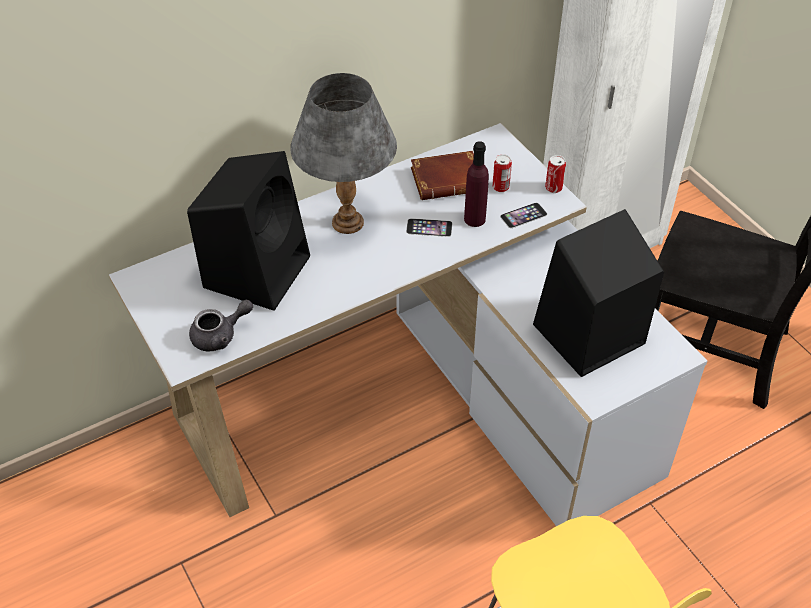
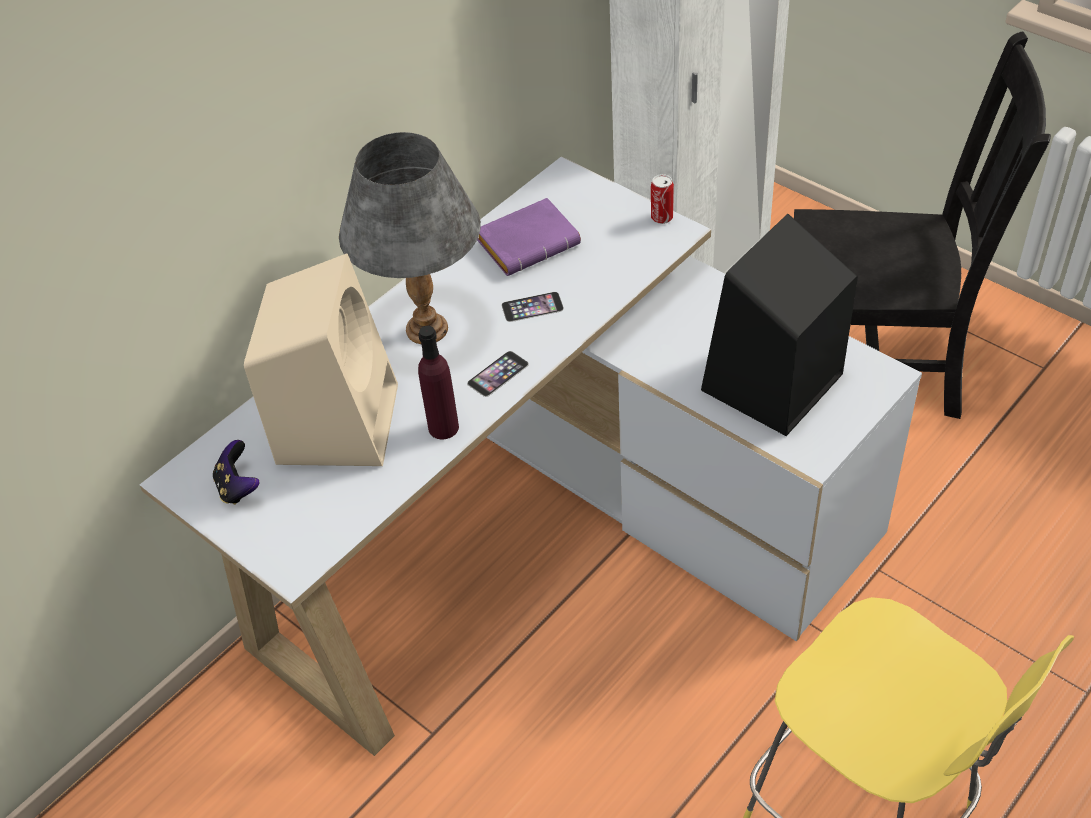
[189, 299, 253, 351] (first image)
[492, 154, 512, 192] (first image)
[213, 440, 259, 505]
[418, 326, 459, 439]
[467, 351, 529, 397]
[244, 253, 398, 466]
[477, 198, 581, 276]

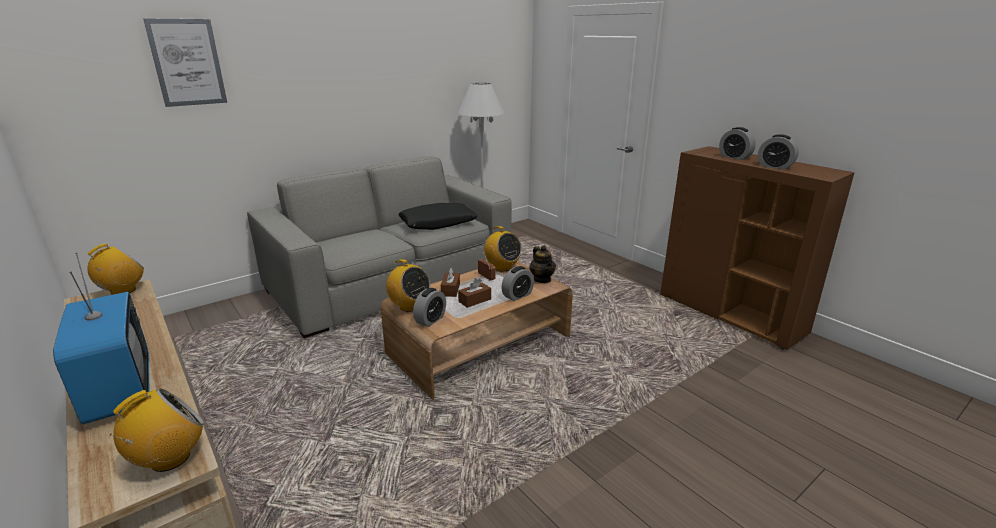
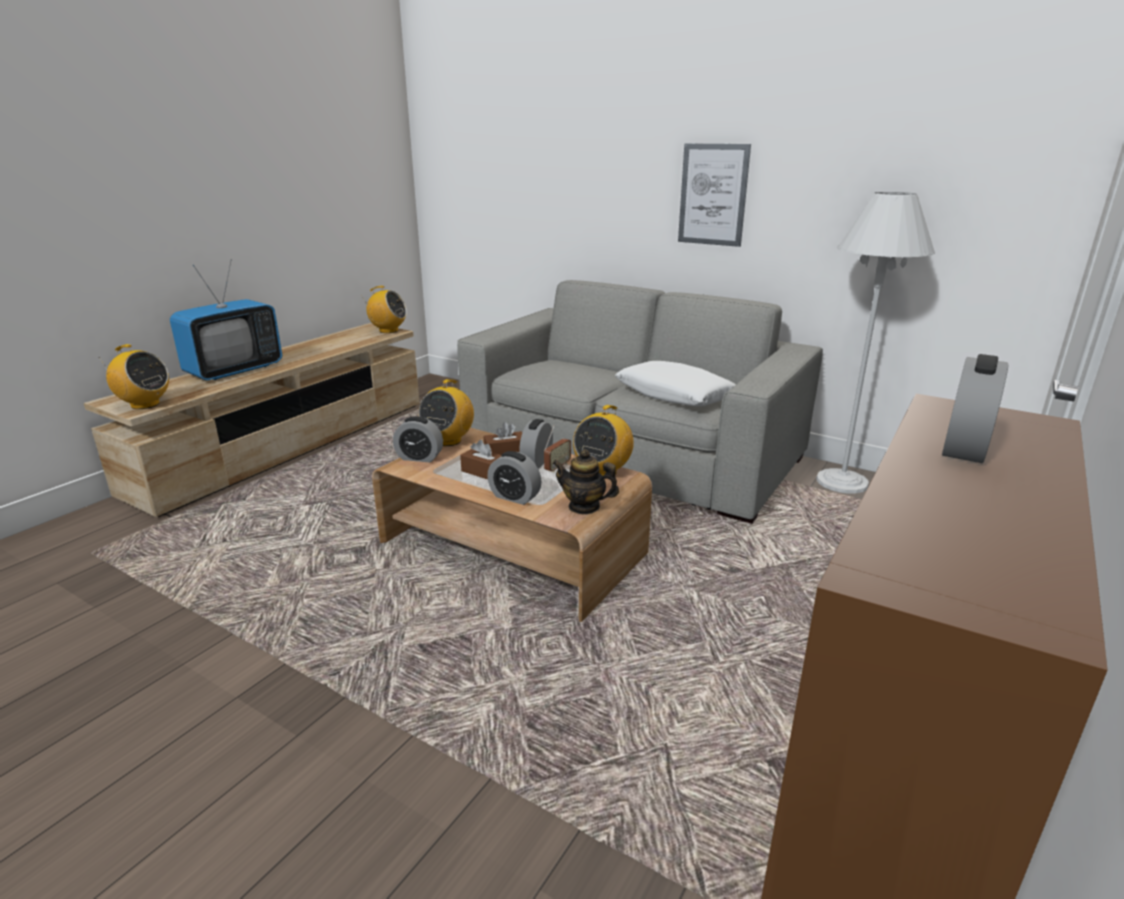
[678, 144, 751, 247]
[519, 419, 553, 469]
[615, 361, 736, 406]
[552, 449, 619, 515]

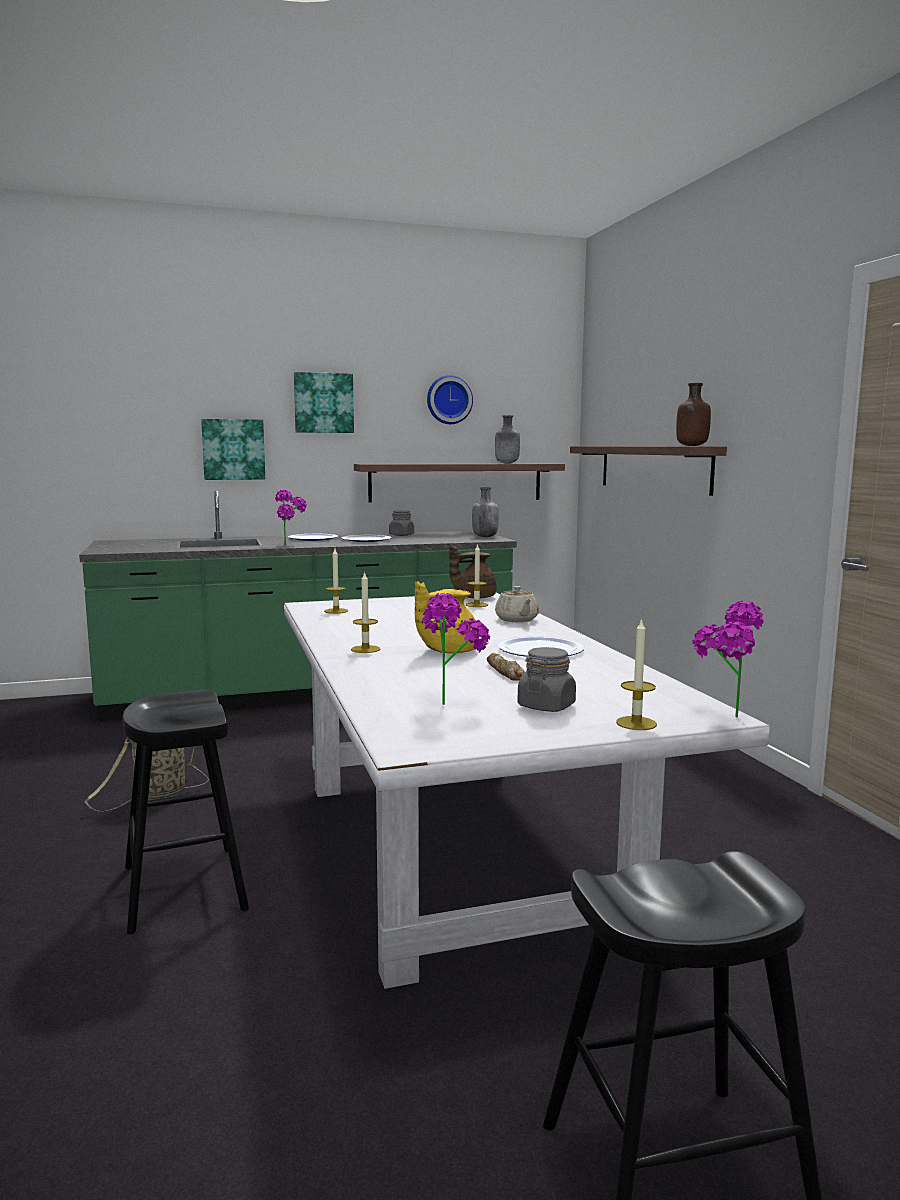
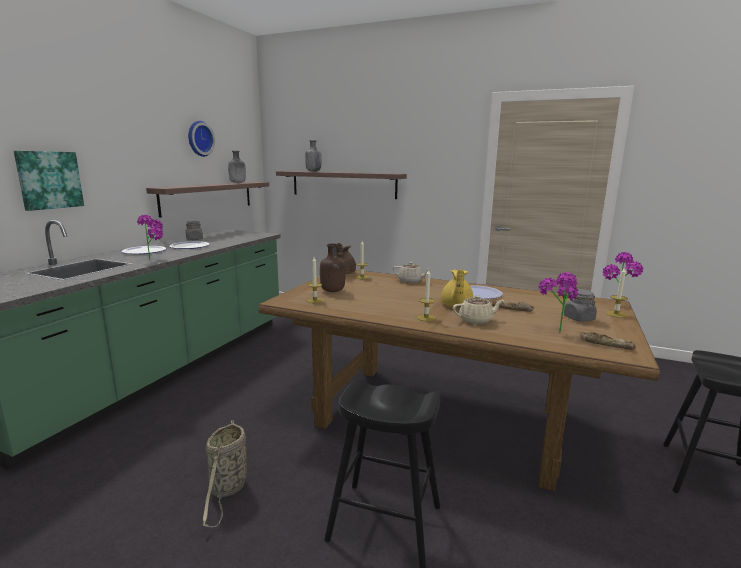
[294, 372, 354, 433] (first image)
[453, 295, 504, 324]
[580, 332, 636, 350]
[305, 140, 321, 172]
[320, 244, 345, 292]
[258, 270, 660, 491]

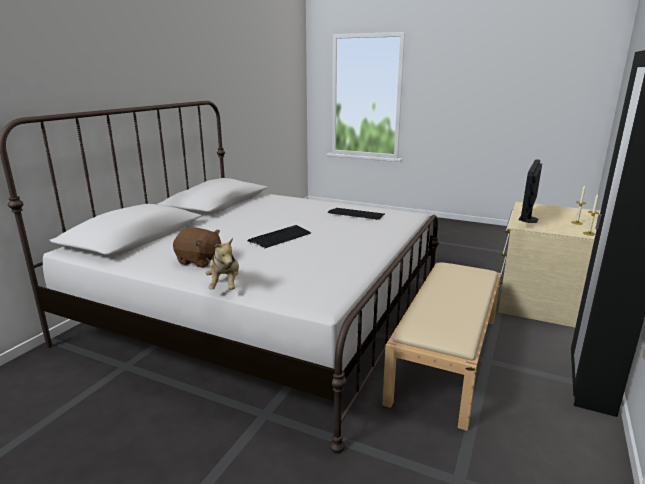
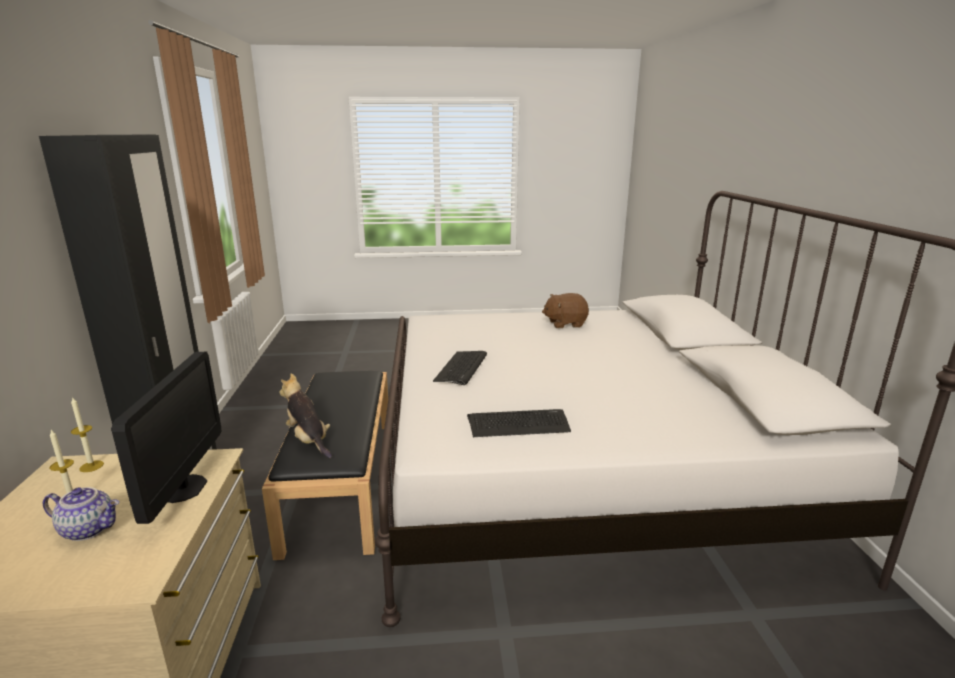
[43, 487, 119, 541]
[279, 373, 332, 458]
[433, 351, 487, 385]
[262, 371, 388, 560]

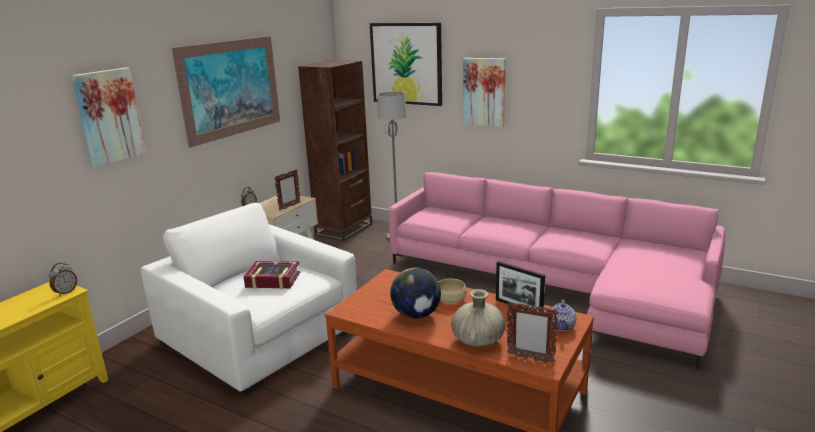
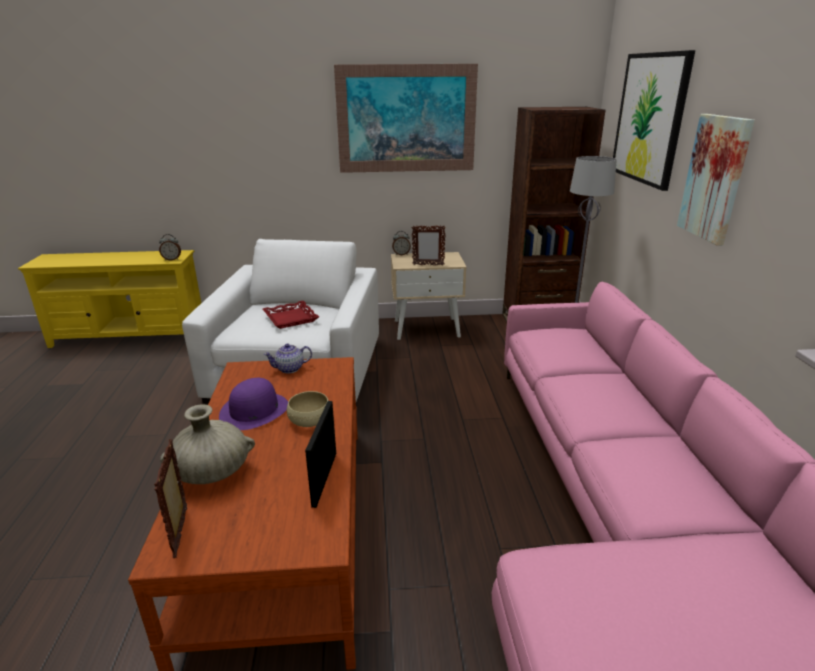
[71, 68, 146, 167] (first image)
[264, 344, 312, 373]
[263, 301, 319, 329]
[219, 378, 288, 430]

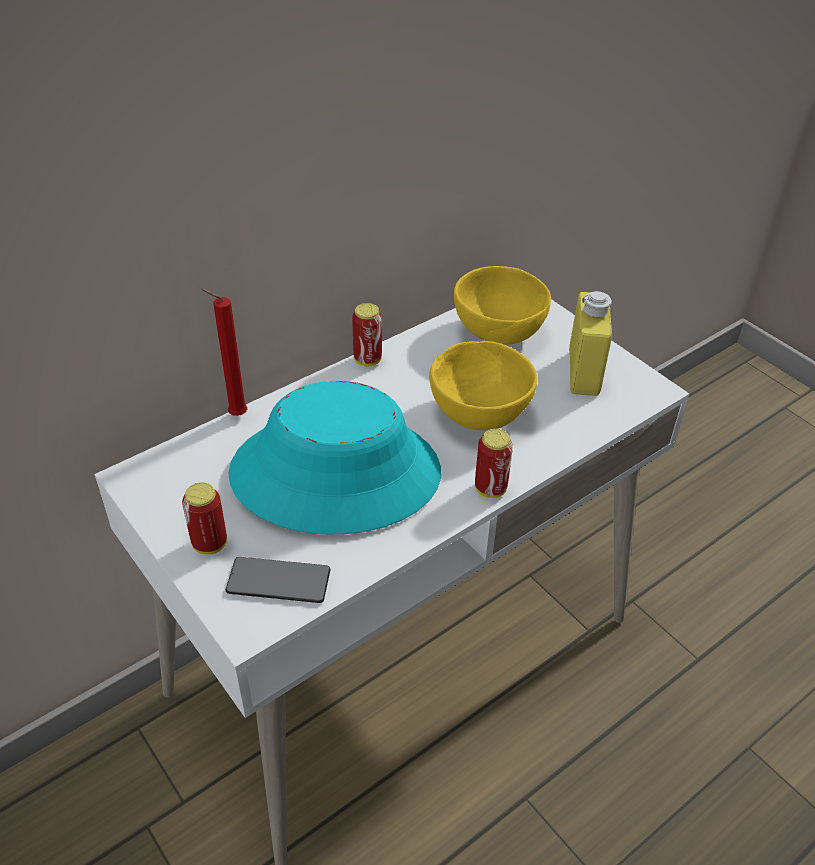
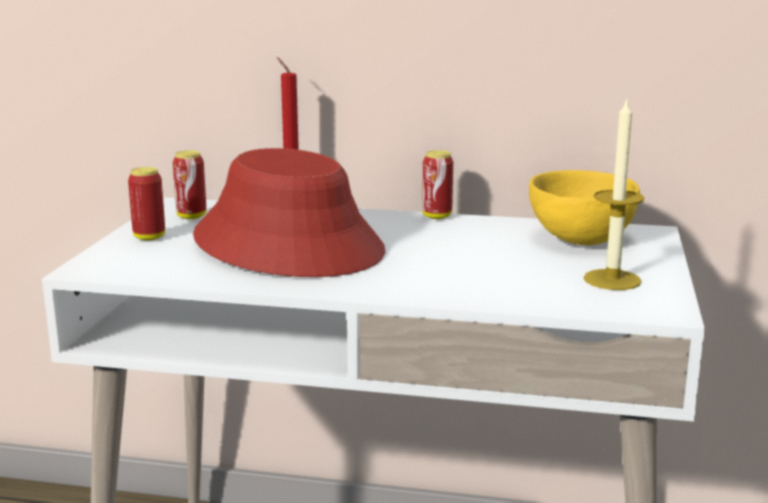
[226, 557, 330, 603] (first image)
[429, 341, 537, 430] (first image)
[173, 151, 206, 219]
[584, 100, 645, 290]
[193, 148, 386, 277]

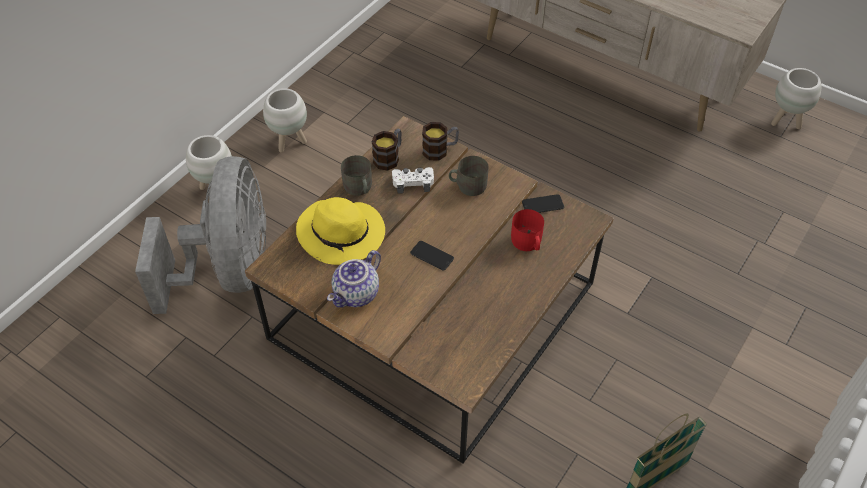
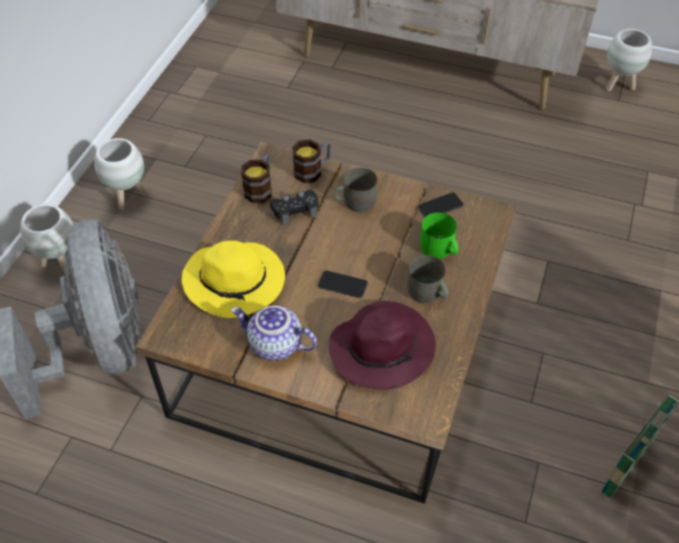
[329, 301, 436, 389]
[407, 255, 448, 303]
[270, 190, 318, 225]
[420, 213, 458, 259]
[231, 306, 317, 361]

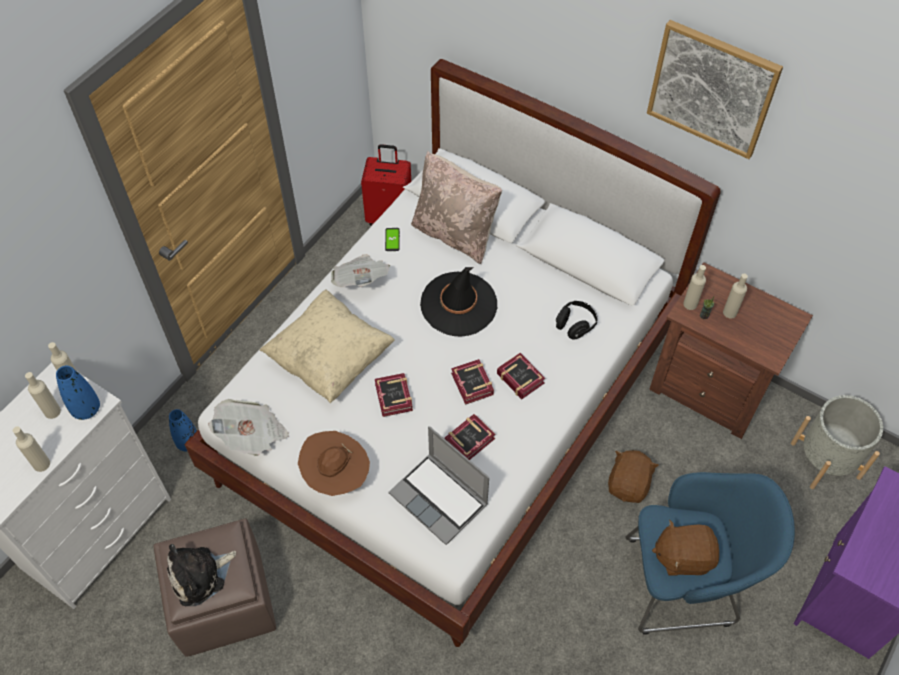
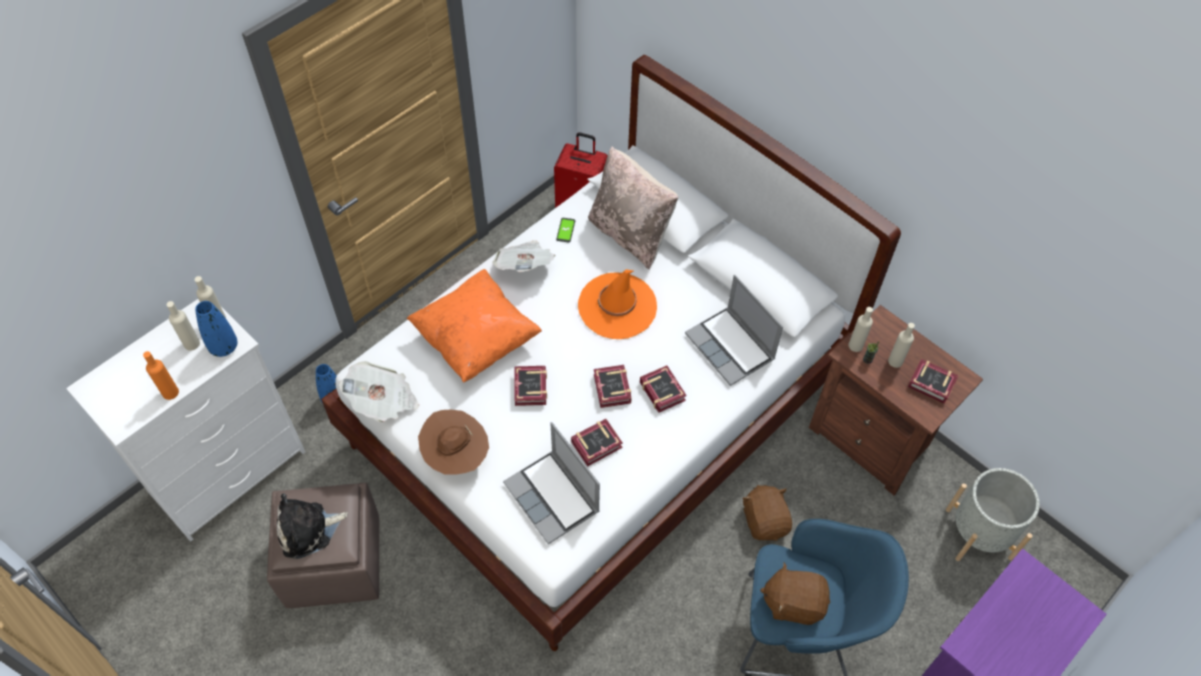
[647, 20, 783, 159] (first image)
[908, 359, 958, 404]
[685, 275, 783, 386]
[143, 351, 179, 400]
[406, 269, 542, 383]
[578, 270, 657, 339]
[742, 485, 792, 541]

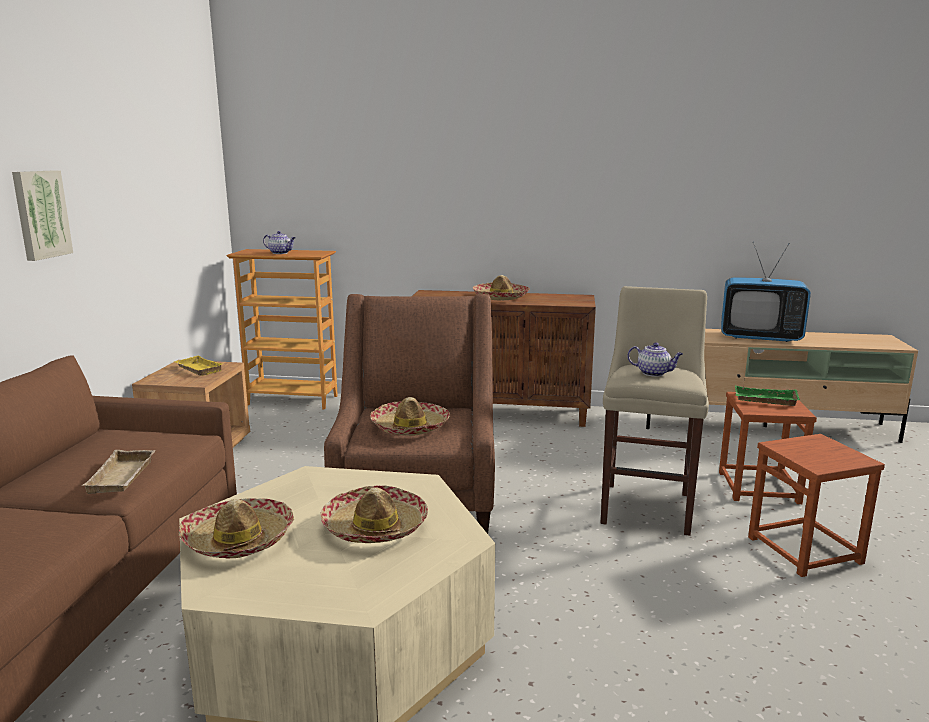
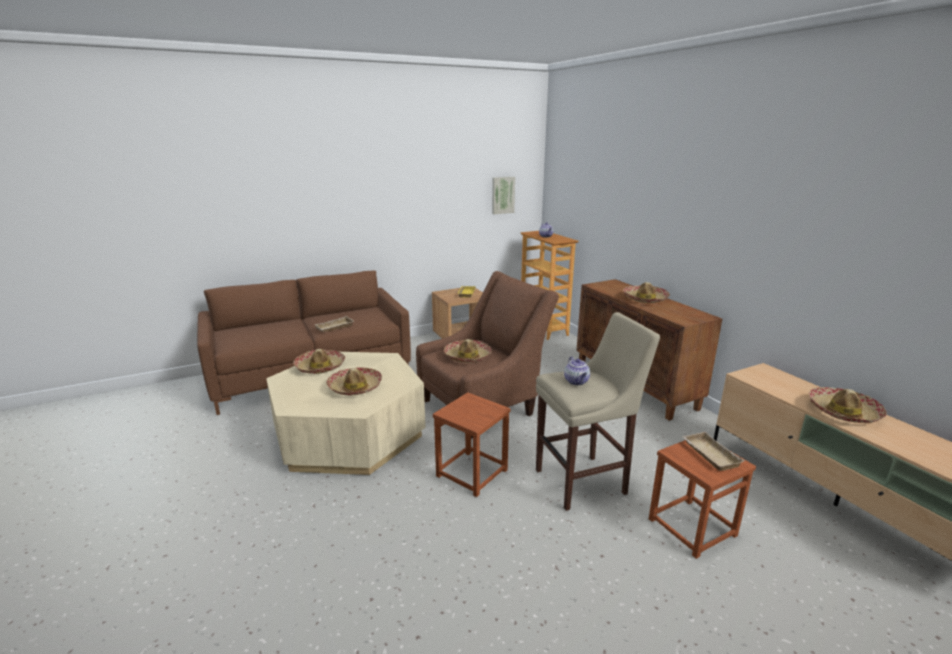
[492, 177, 515, 214]
[433, 392, 510, 497]
[808, 387, 887, 423]
[682, 431, 745, 471]

